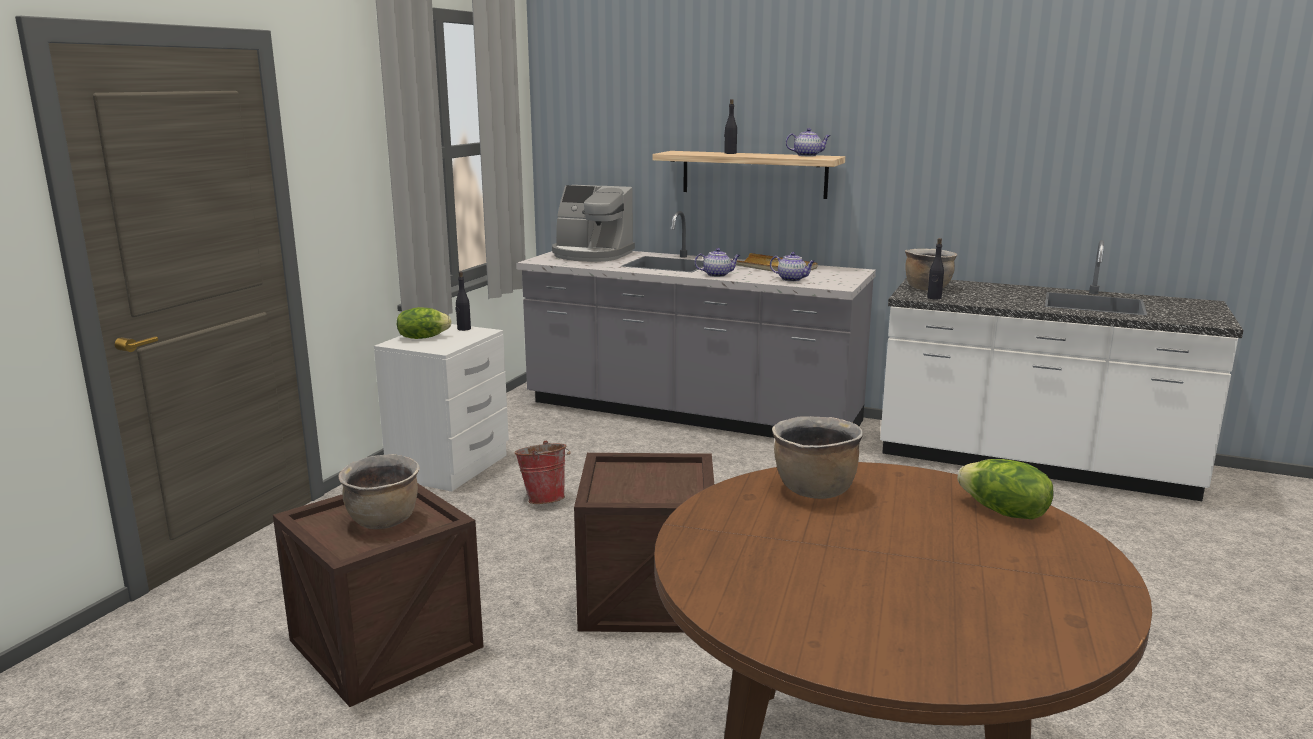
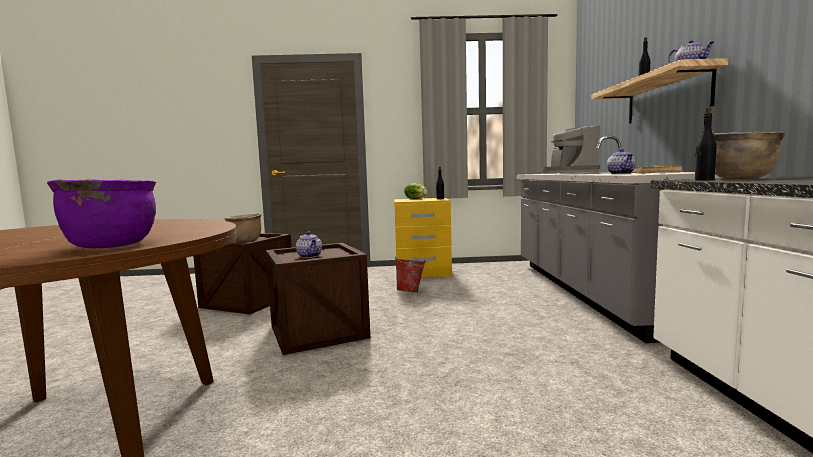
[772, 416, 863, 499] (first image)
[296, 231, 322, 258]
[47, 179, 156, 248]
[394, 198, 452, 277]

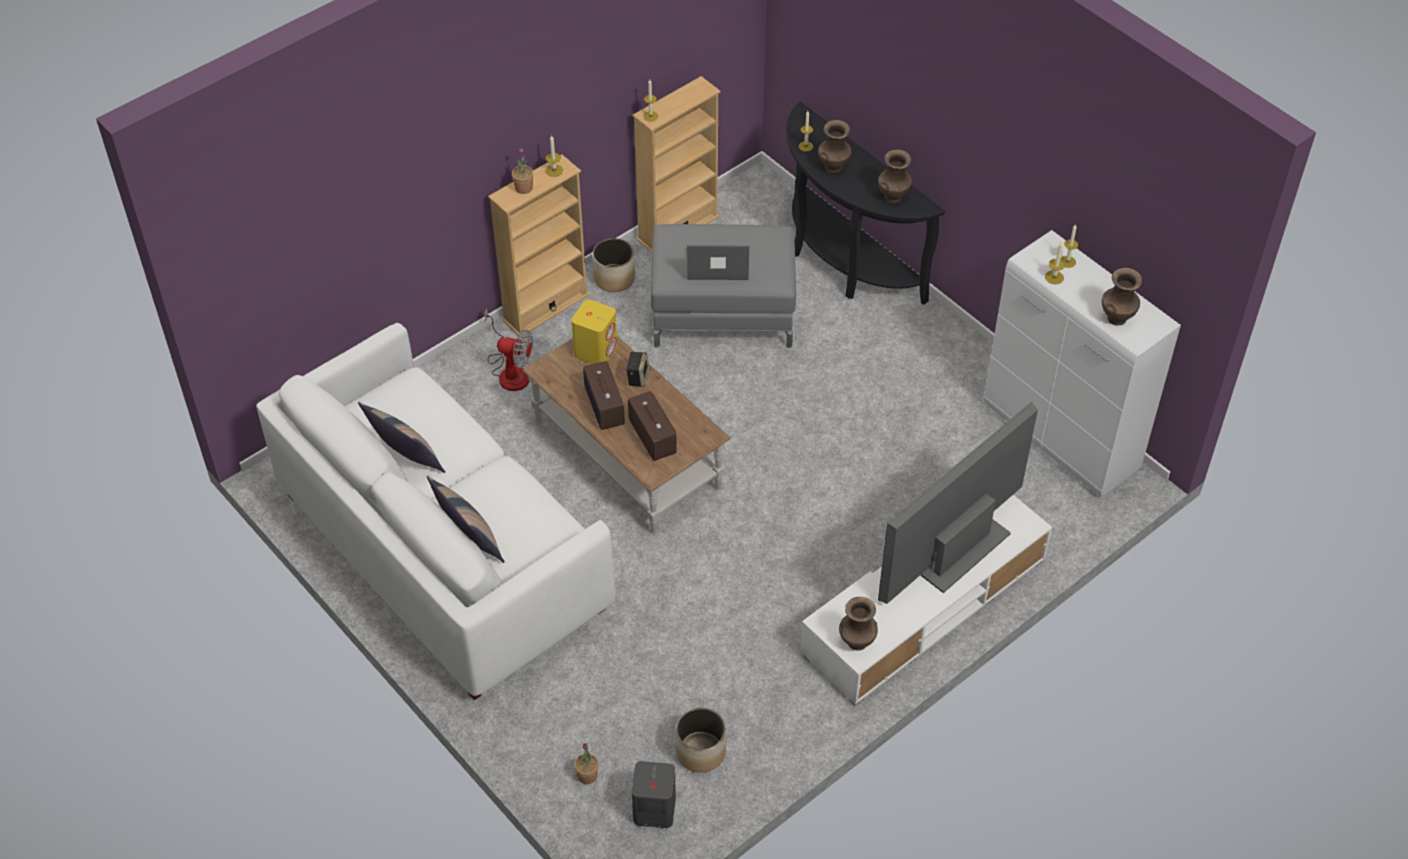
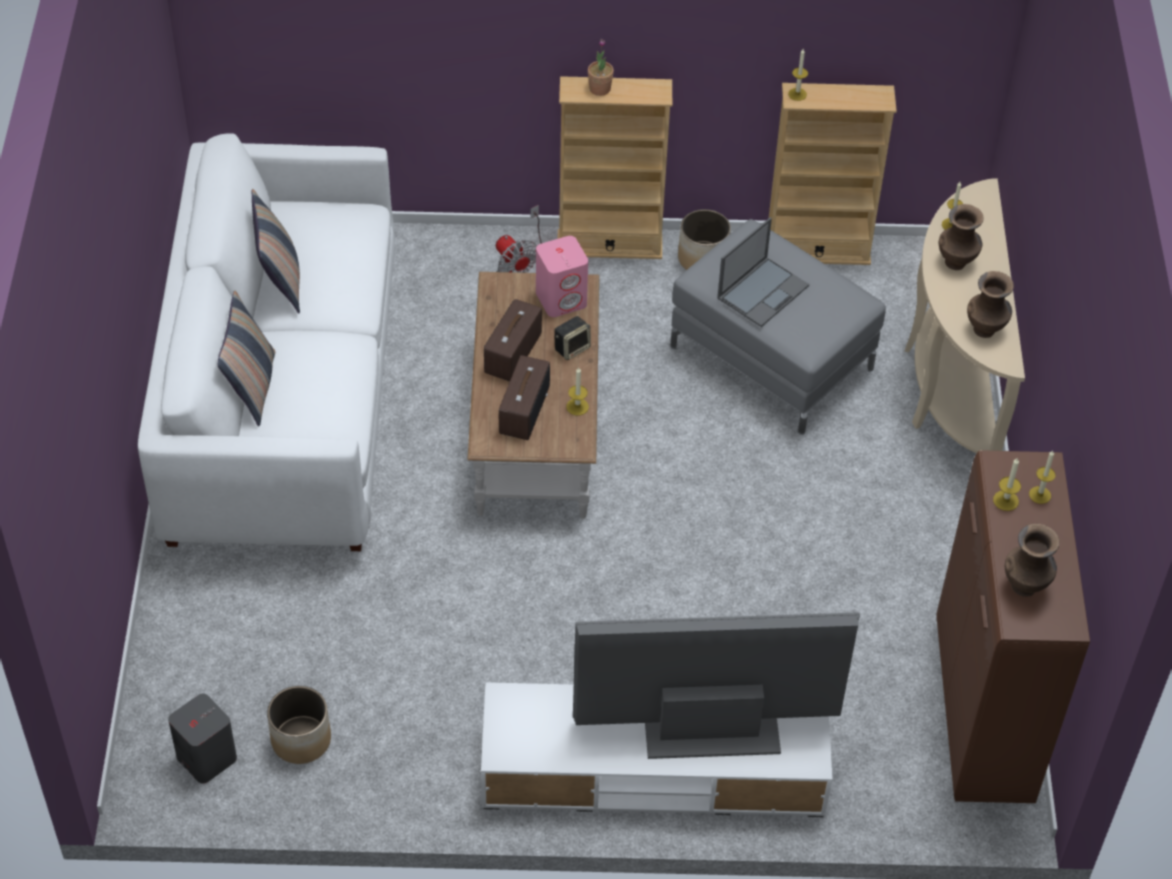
[574, 743, 599, 784] (first image)
[839, 597, 878, 651] (first image)
[566, 367, 589, 416]
[536, 236, 588, 317]
[905, 178, 1025, 453]
[936, 450, 1090, 803]
[717, 217, 809, 327]

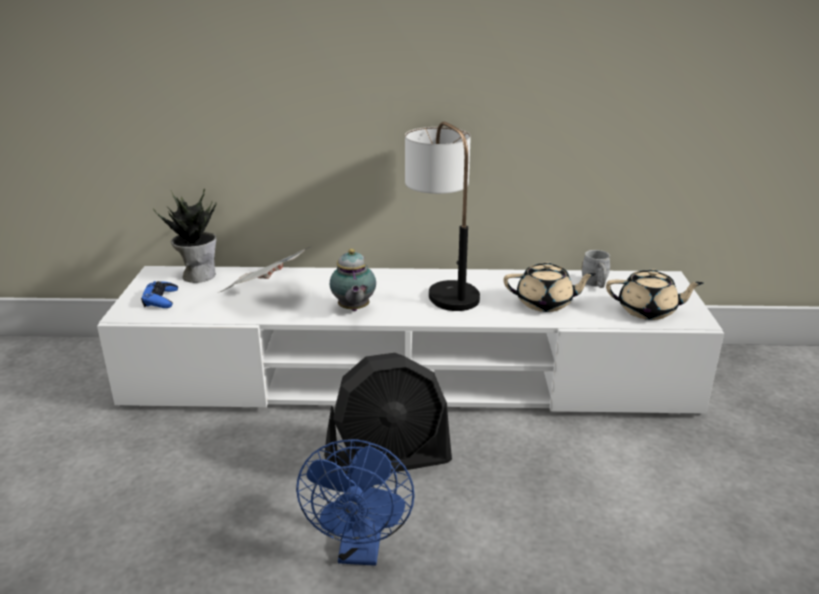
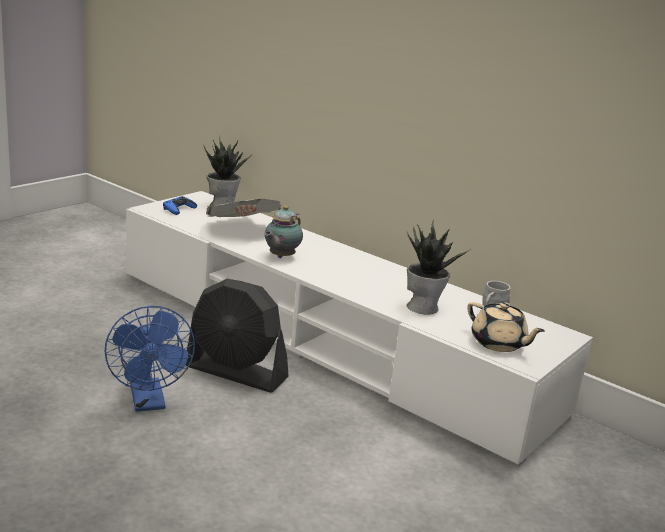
[405, 122, 480, 311] (first image)
[407, 222, 471, 314]
[105, 306, 195, 412]

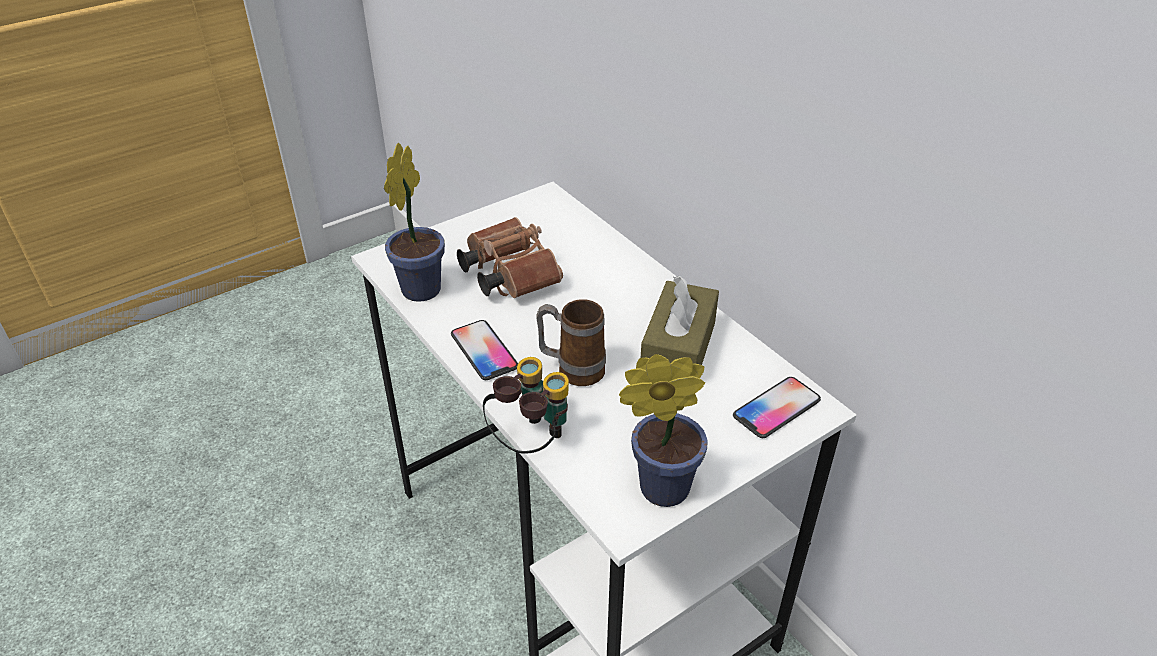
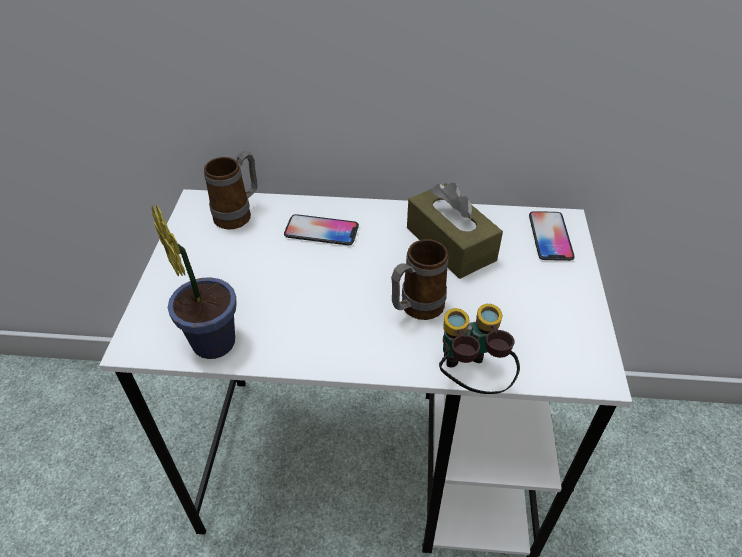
[457, 217, 563, 298] (first image)
[619, 354, 708, 507] (first image)
[204, 151, 258, 229]
[284, 214, 359, 245]

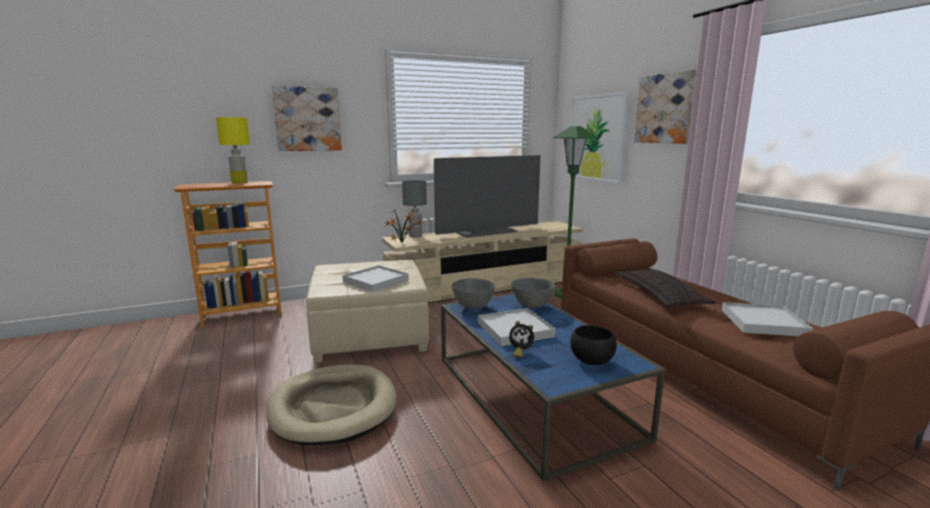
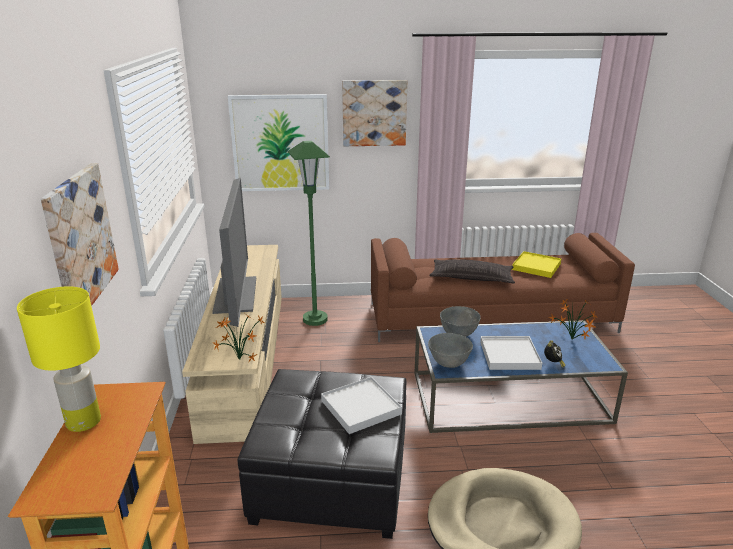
[402, 180, 427, 237] (first image)
[549, 298, 596, 340]
[238, 369, 406, 539]
[512, 251, 561, 278]

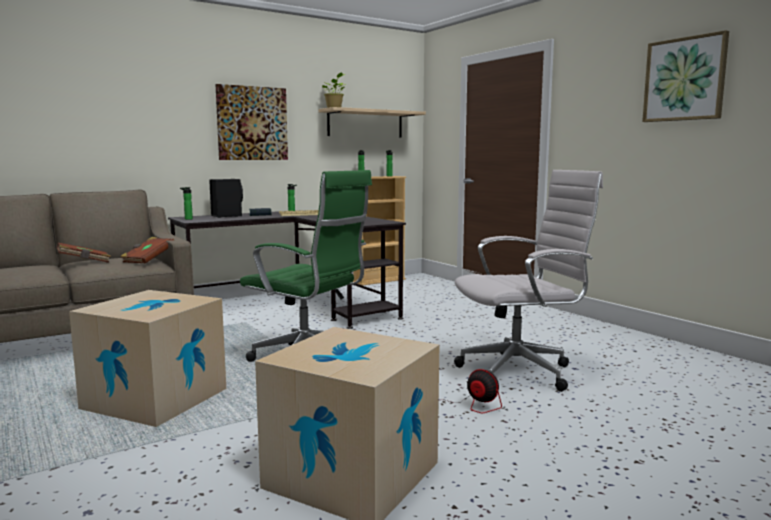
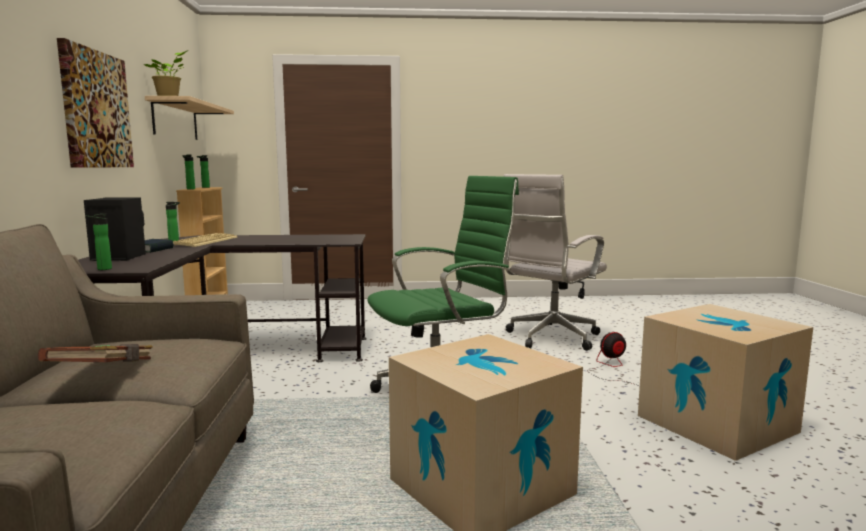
[120, 237, 174, 263] (first image)
[642, 30, 729, 122] (first image)
[503, 174, 607, 351]

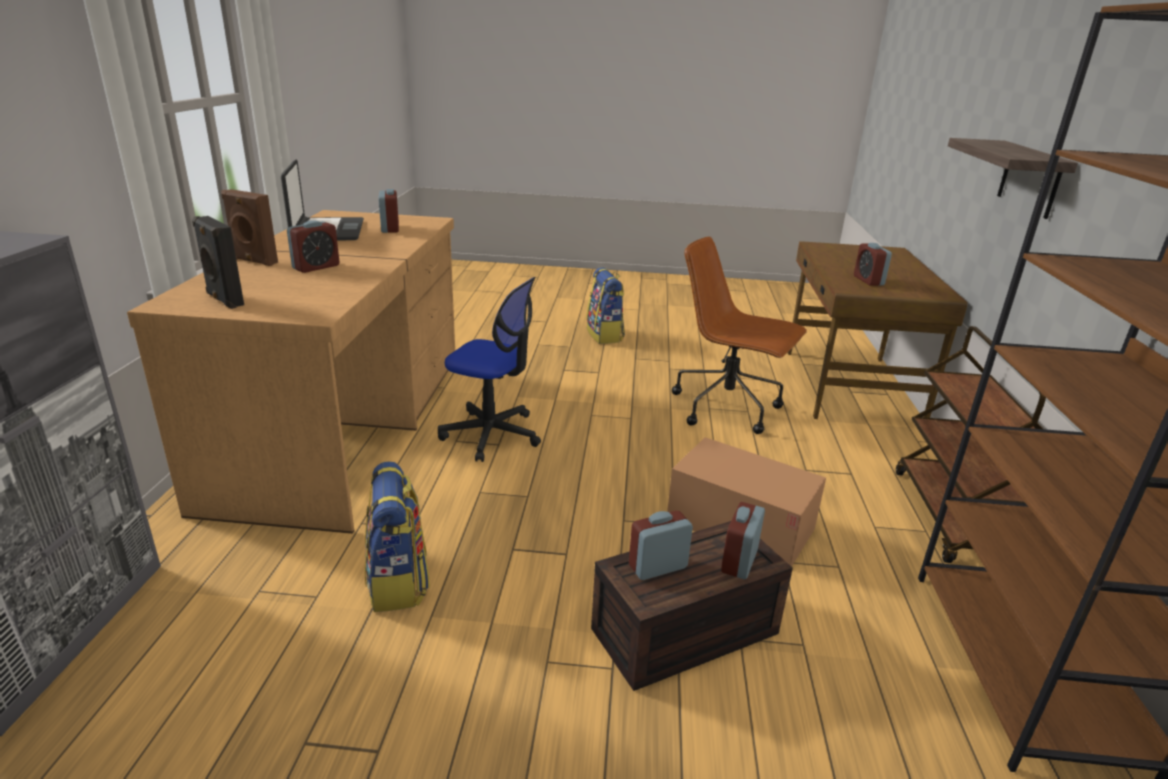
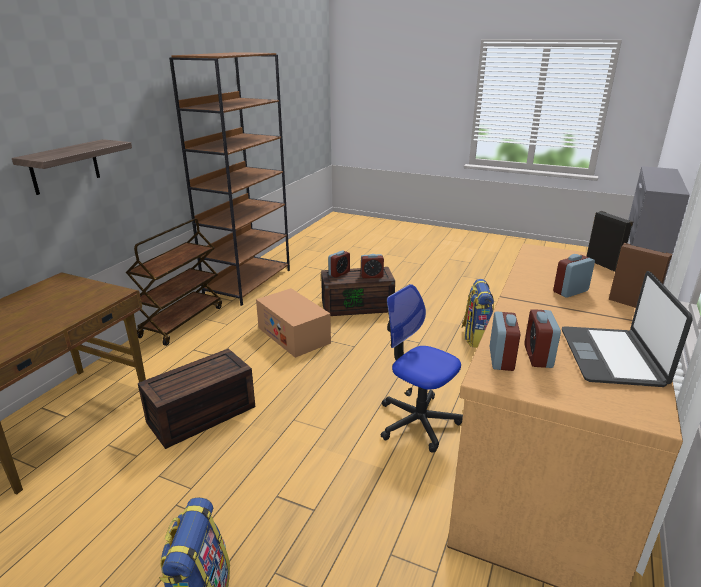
[490, 311, 520, 371]
[138, 348, 256, 449]

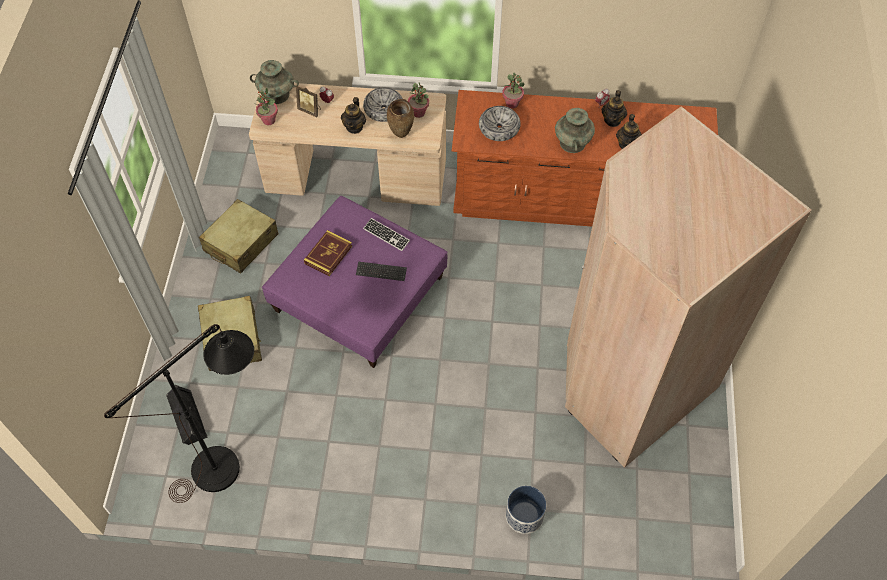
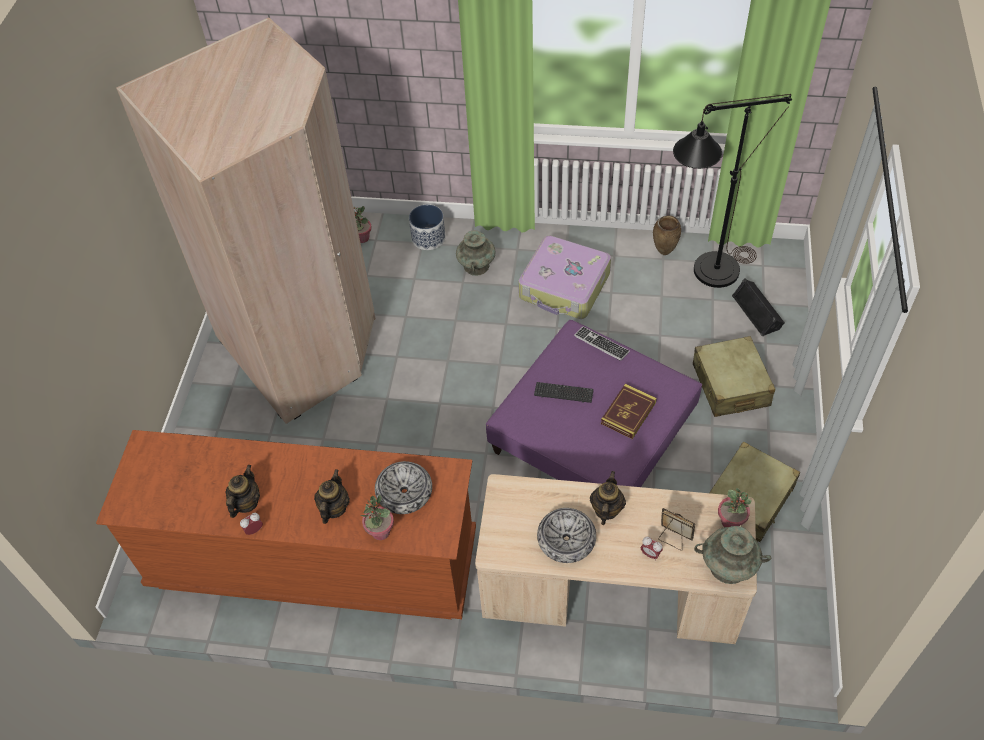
[519, 235, 611, 319]
[574, 327, 630, 361]
[653, 215, 681, 255]
[354, 206, 372, 243]
[456, 230, 496, 276]
[314, 469, 350, 524]

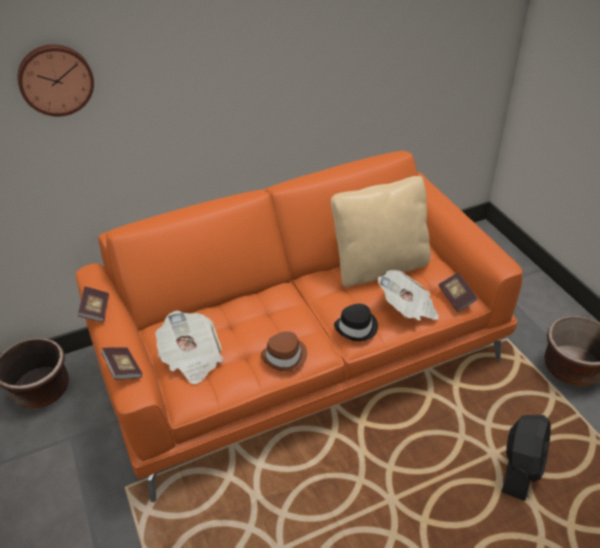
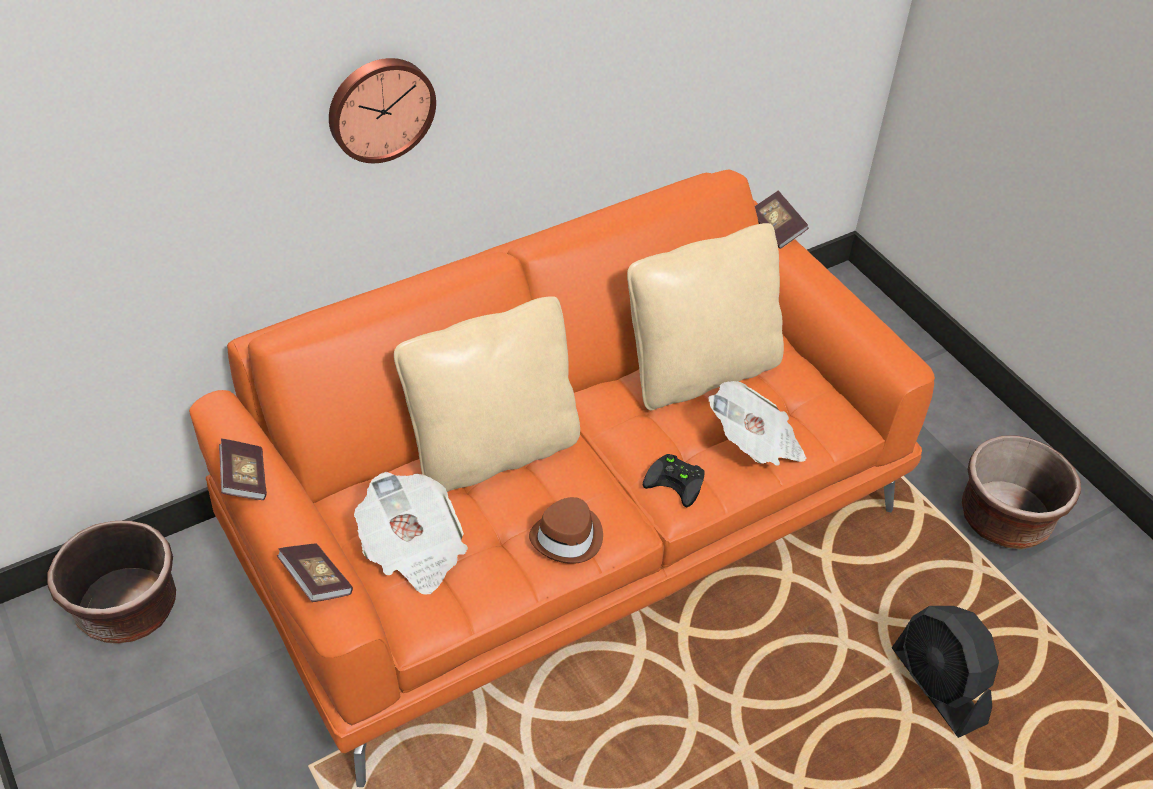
[394, 296, 580, 492]
[329, 58, 436, 163]
[755, 191, 809, 249]
[643, 454, 704, 507]
[892, 606, 999, 738]

